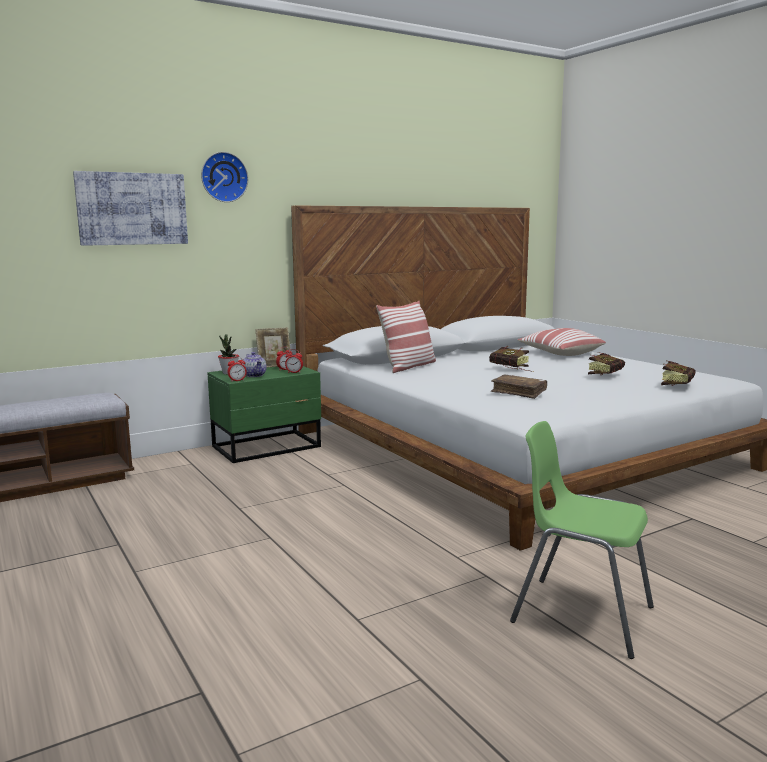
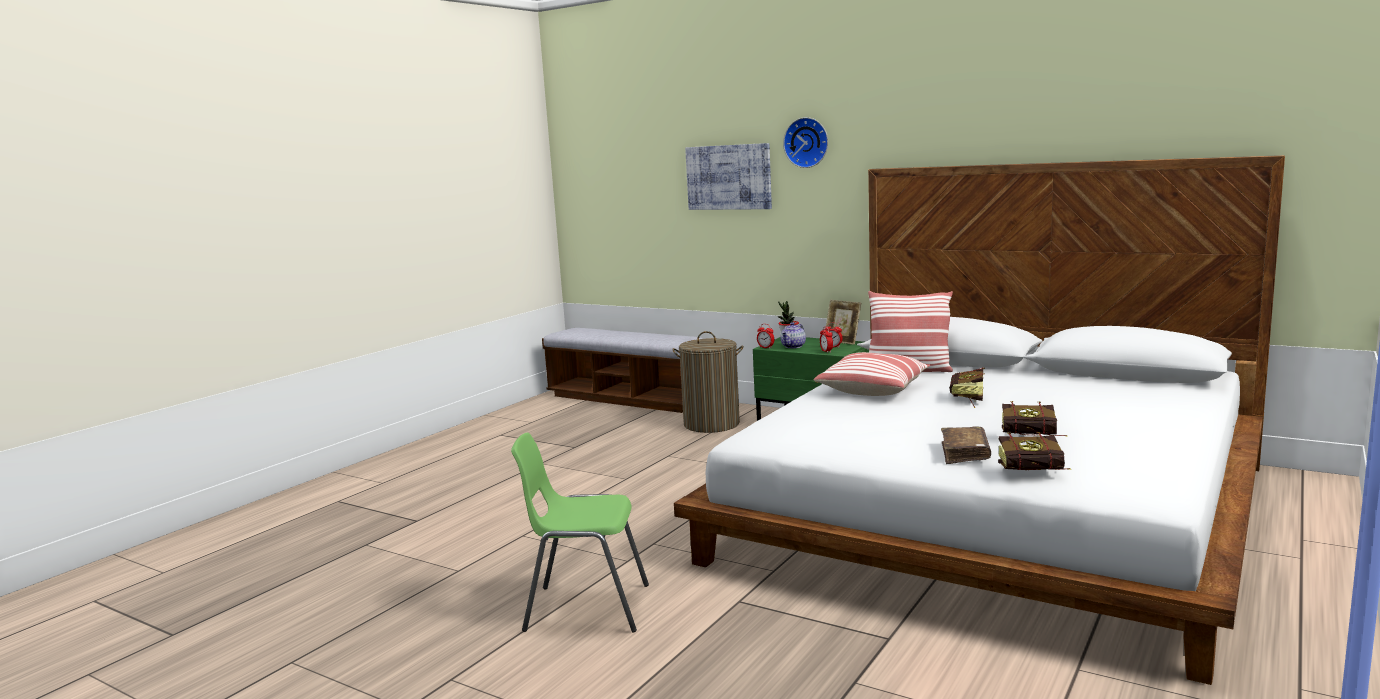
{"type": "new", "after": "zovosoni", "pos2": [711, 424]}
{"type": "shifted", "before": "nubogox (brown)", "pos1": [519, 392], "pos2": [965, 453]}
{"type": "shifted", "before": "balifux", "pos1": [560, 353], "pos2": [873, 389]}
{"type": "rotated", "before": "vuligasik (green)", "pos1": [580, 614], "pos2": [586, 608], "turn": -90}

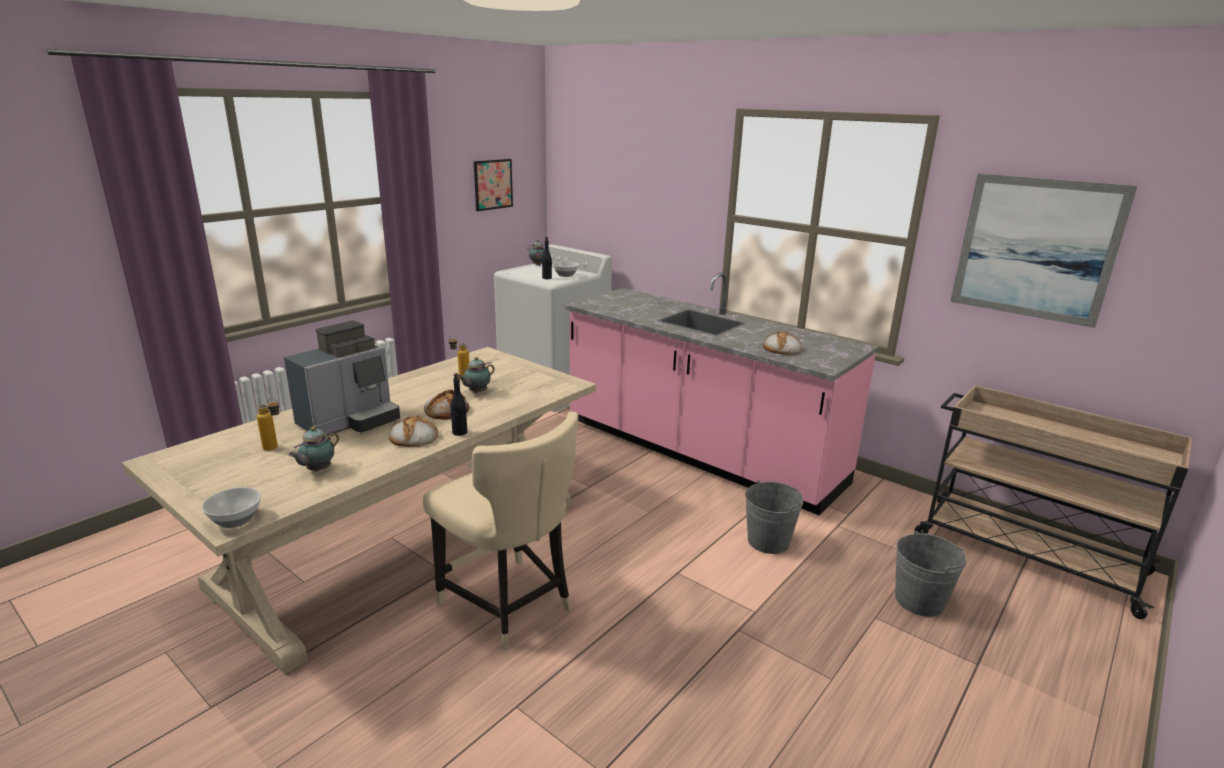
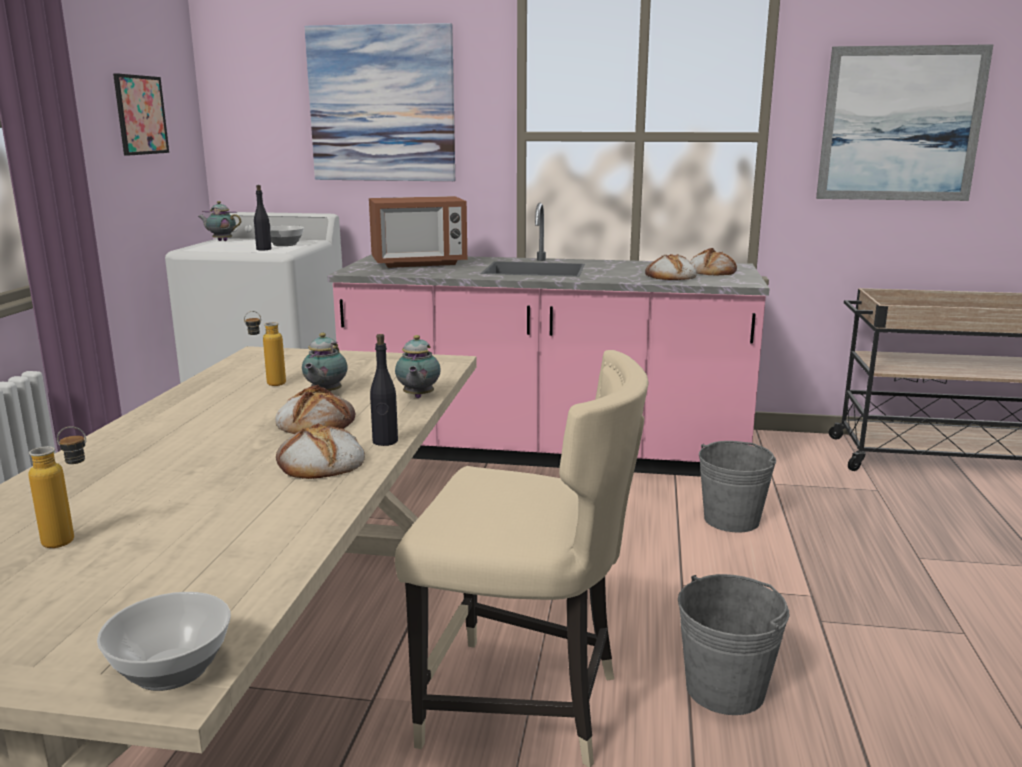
{"type": "gone", "before": "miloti", "pos1": [350, 421]}
{"type": "new", "after": "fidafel", "pos2": [382, 104]}
{"type": "new", "after": "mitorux", "pos2": [418, 263]}
{"type": "new", "after": "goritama", "pos2": [711, 271]}
{"type": "shifted", "before": "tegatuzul", "pos1": [317, 470], "pos2": [417, 397]}
{"type": "shifted", "before": "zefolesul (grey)", "pos1": [919, 601], "pos2": [725, 689]}

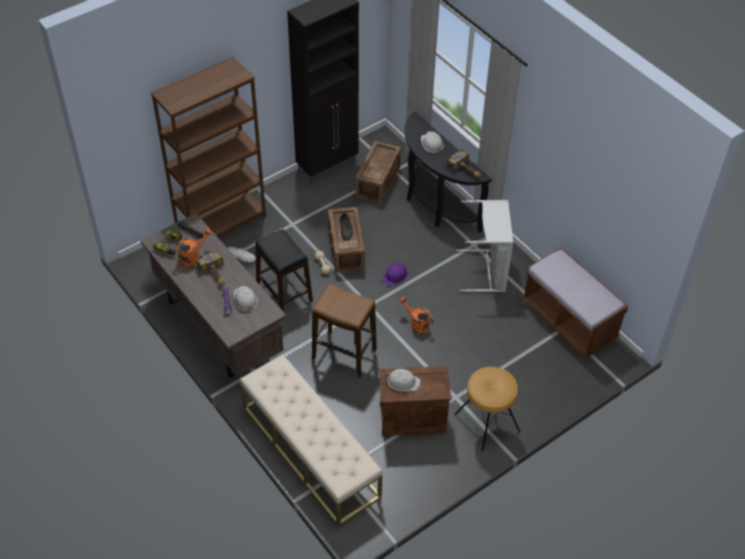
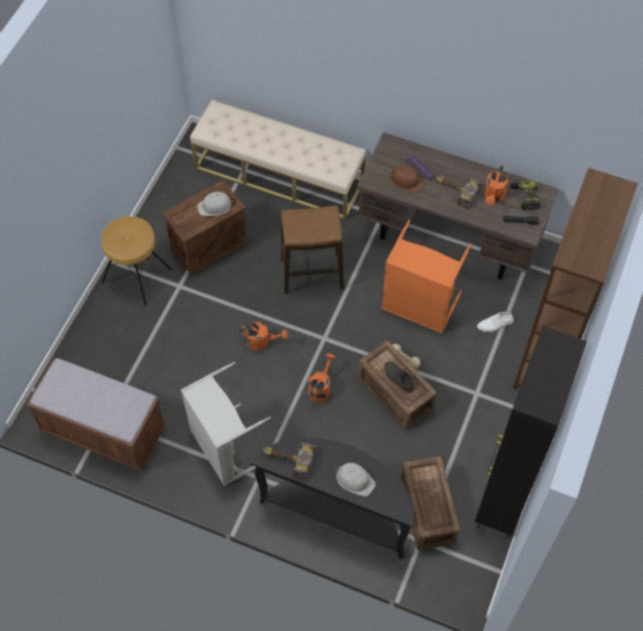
{"type": "swapped", "before": "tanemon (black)", "after": "zovosoni (orange)", "pos1": [284, 292], "pos2": [418, 307]}
{"type": "swapped", "before": "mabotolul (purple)", "after": "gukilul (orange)", "pos1": [395, 276], "pos2": [320, 387]}
{"type": "repainted", "before": "mabotolul (white)", "after": "mabotolul (brown)", "pos1": [245, 300], "pos2": [406, 180]}

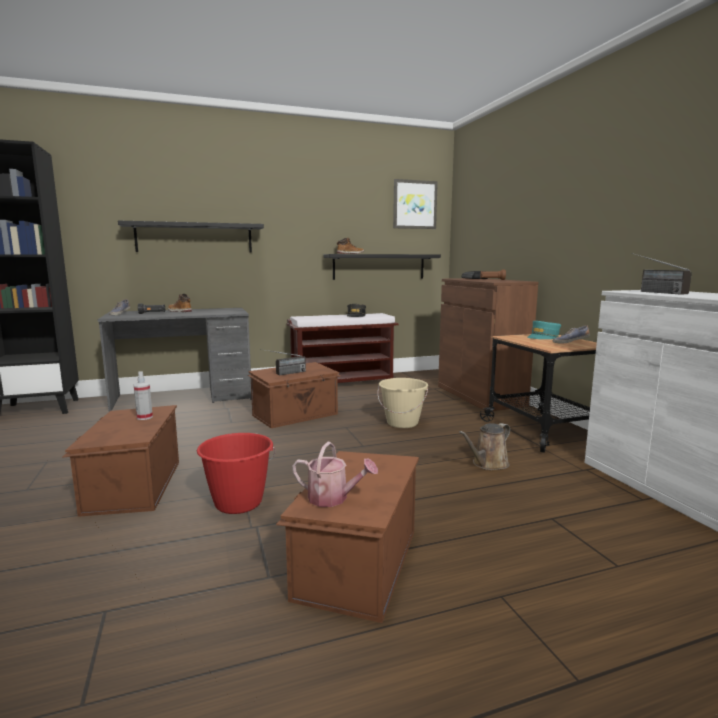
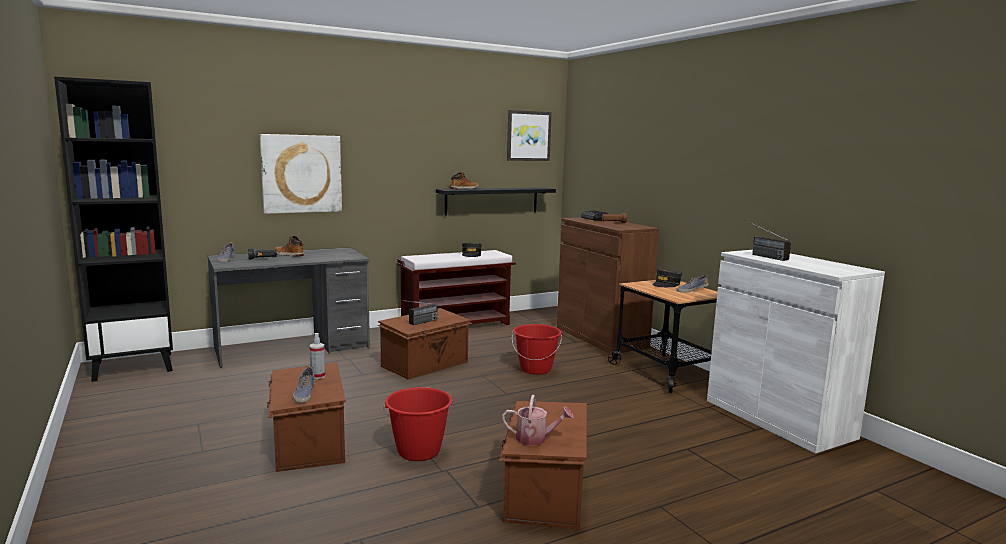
{"type": "gone", "before": "gukilul (brown)", "pos1": [488, 464]}
{"type": "new", "after": "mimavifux", "pos2": [304, 393]}
{"type": "swapped", "before": "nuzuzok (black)", "after": "fidafel", "pos1": [194, 238], "pos2": [301, 173]}
{"type": "repainted", "before": "zefolesul (beige)", "after": "zefolesul (red)", "pos1": [402, 423], "pos2": [535, 369]}
{"type": "repainted", "before": "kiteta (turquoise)", "after": "kiteta (grey)", "pos1": [543, 337], "pos2": [666, 284]}

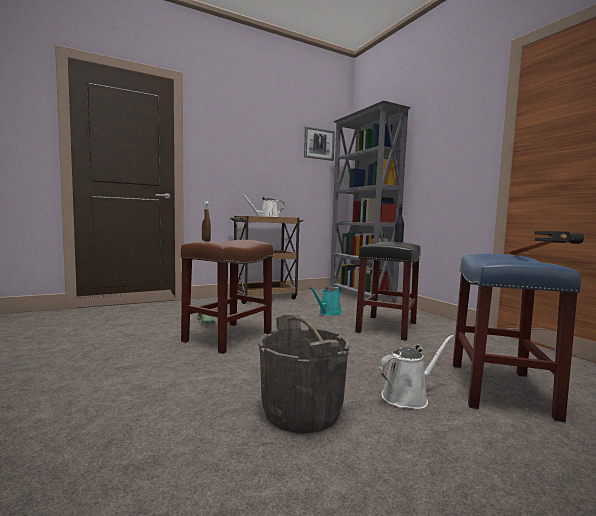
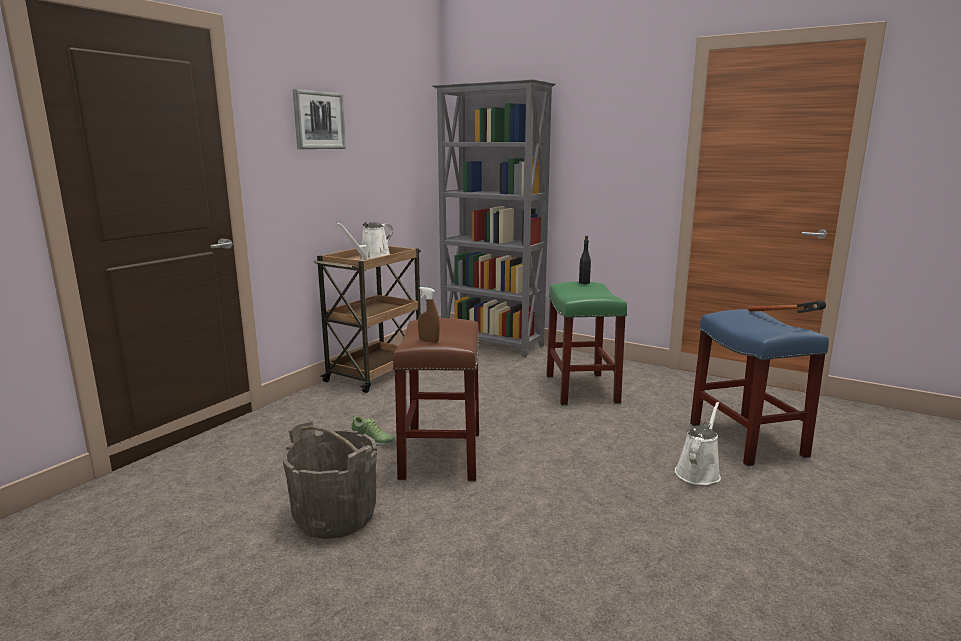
{"type": "gone", "before": "gukilul (turquoise)", "pos1": [328, 313]}
{"type": "shifted", "before": "zefolesul (grey)", "pos1": [302, 411], "pos2": [335, 516]}
{"type": "shifted", "before": "fidafel", "pos1": [318, 144], "pos2": [319, 120]}
{"type": "repainted", "before": "tanemon (black)", "after": "tanemon (green)", "pos1": [387, 327], "pos2": [582, 389]}

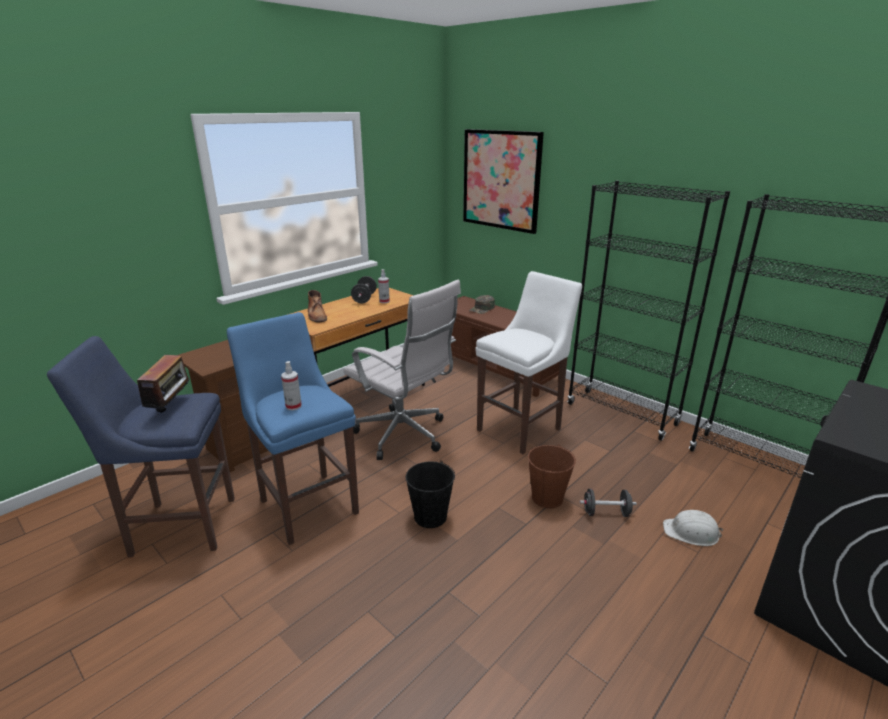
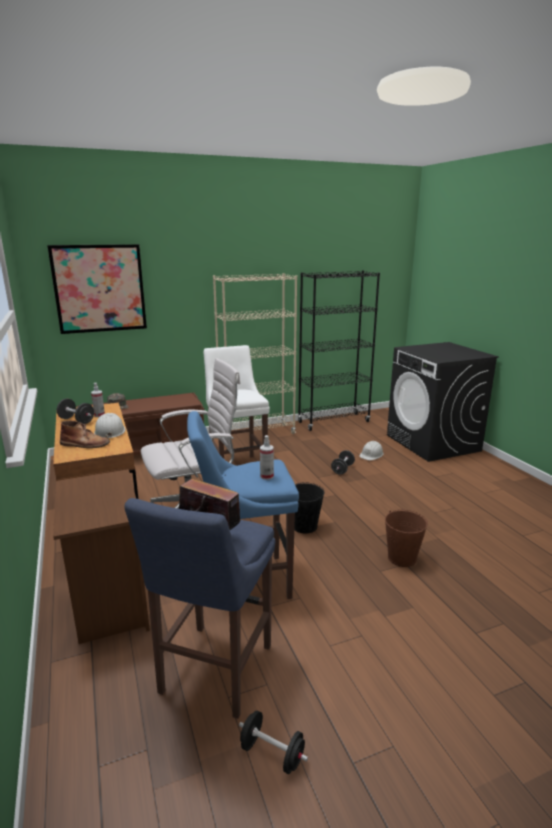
{"type": "new", "after": "mabotolul (white)", "pos2": [109, 431]}
{"type": "new", "after": "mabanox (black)", "pos2": [272, 753]}
{"type": "shifted", "before": "zefolesul (brown)", "pos1": [547, 497], "pos2": [402, 558]}
{"type": "repainted", "before": "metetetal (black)", "after": "metetetal (beige)", "pos1": [622, 414], "pos2": [257, 434]}

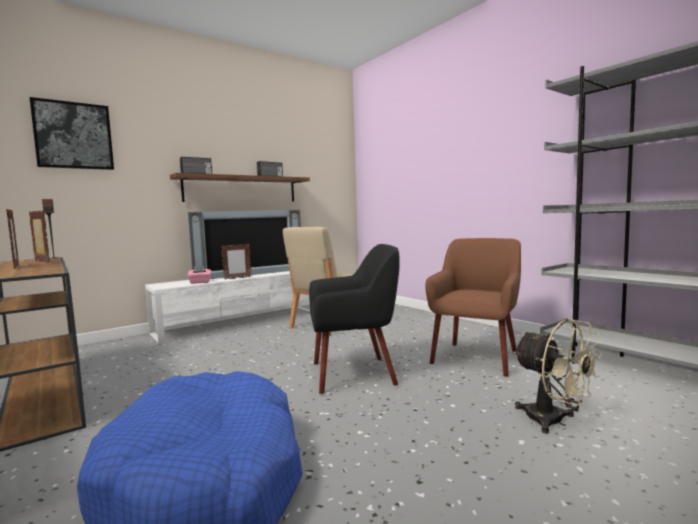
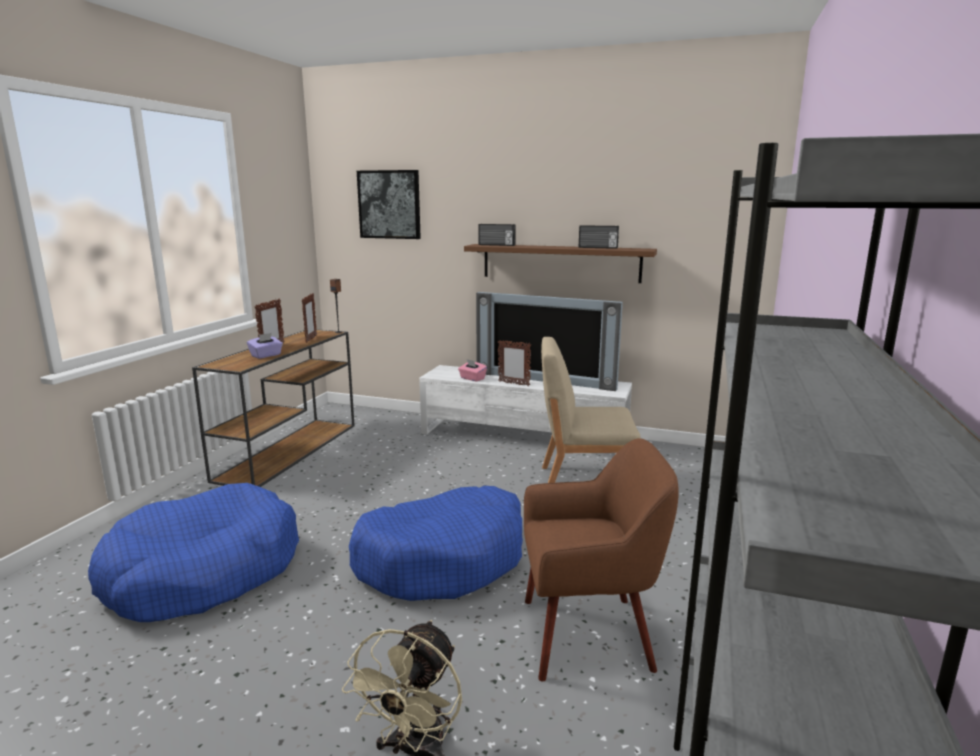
{"type": "new", "after": "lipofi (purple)", "pos2": [266, 355]}
{"type": "swapped", "before": "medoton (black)", "after": "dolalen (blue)", "pos1": [354, 373], "pos2": [443, 559]}

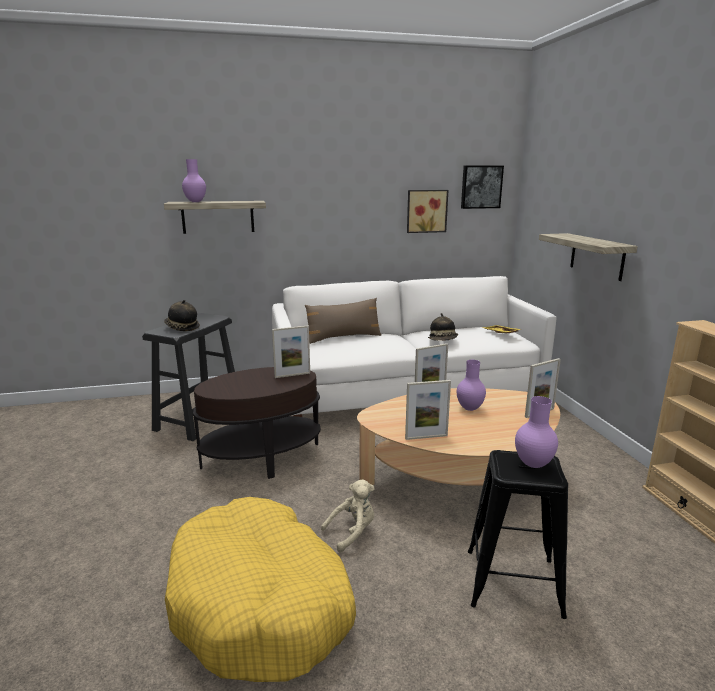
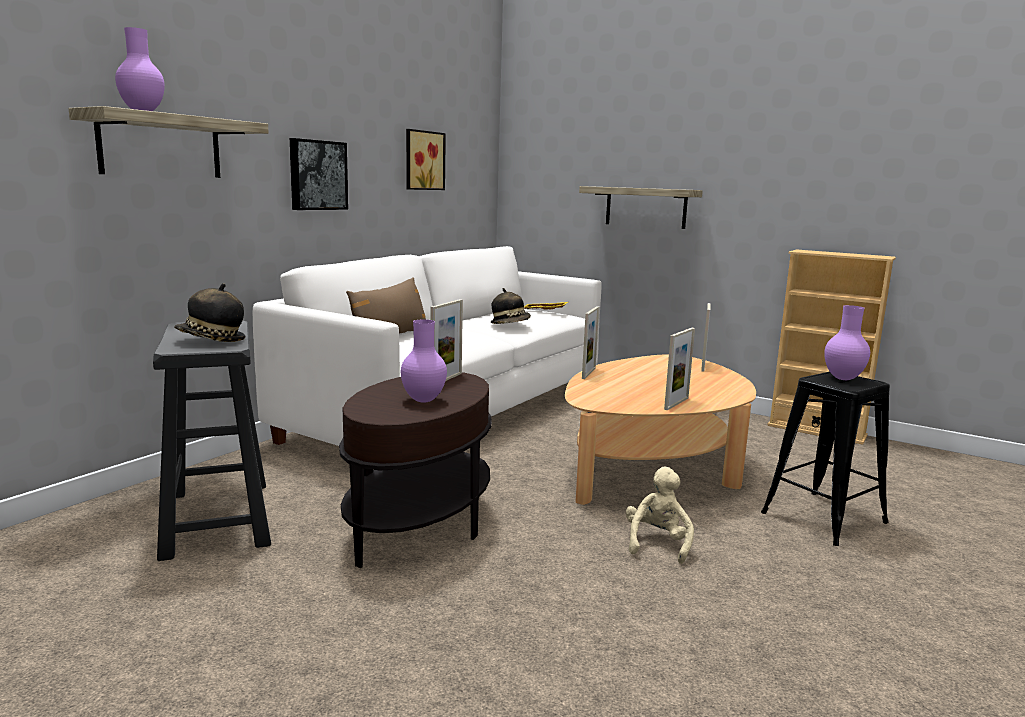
{"type": "gone", "before": "dolalen (yellow)", "pos1": [261, 603]}
{"type": "shifted", "before": "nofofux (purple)", "pos1": [470, 409], "pos2": [424, 400]}
{"type": "shifted", "before": "fidafel", "pos1": [481, 187], "pos2": [317, 175]}

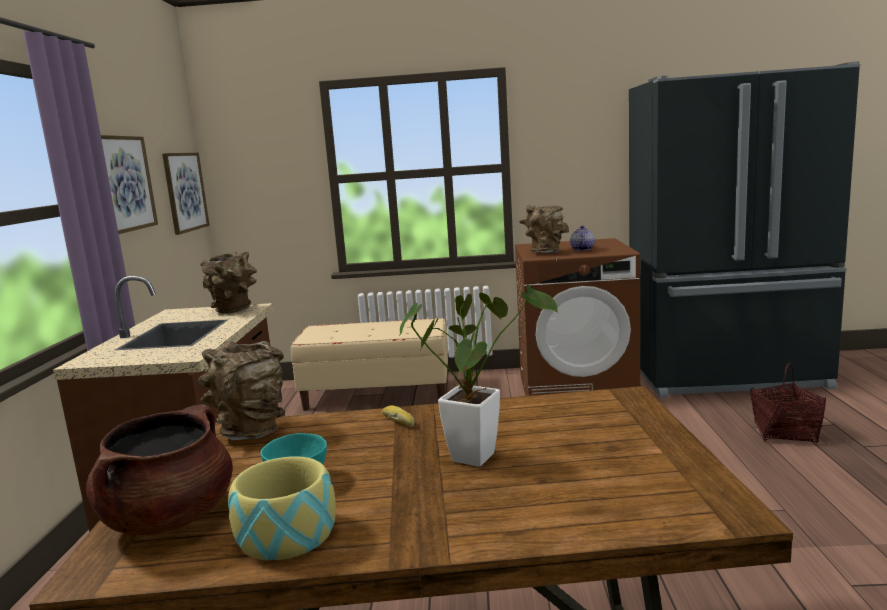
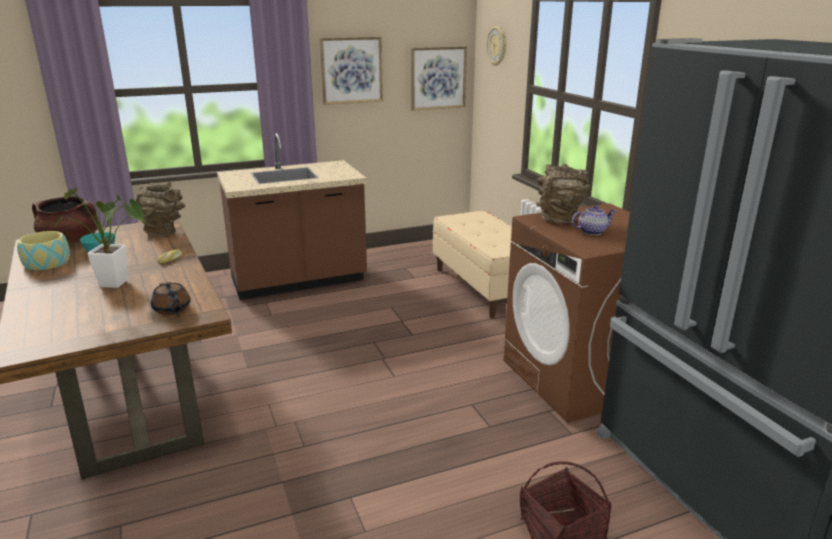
{"type": "gone", "before": "nofofux (brown)", "pos1": [234, 311]}
{"type": "new", "after": "tegatuzul (brown)", "pos2": [172, 309]}
{"type": "new", "after": "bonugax", "pos2": [497, 46]}

